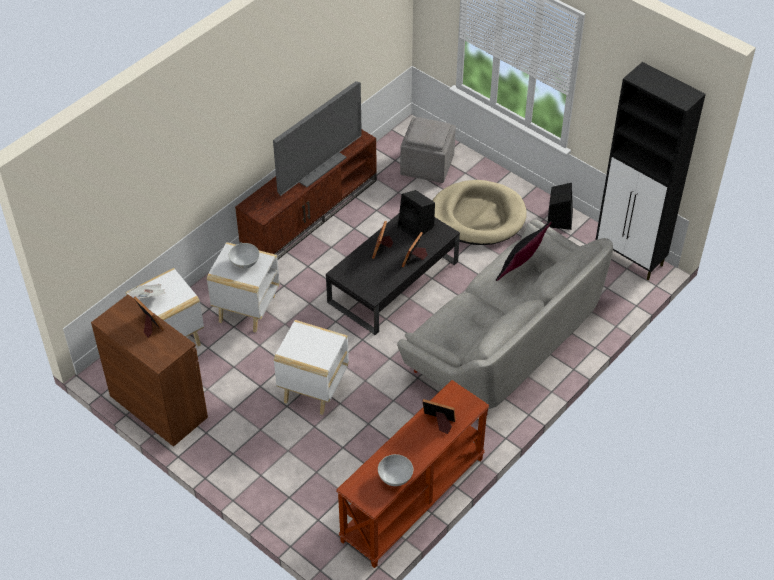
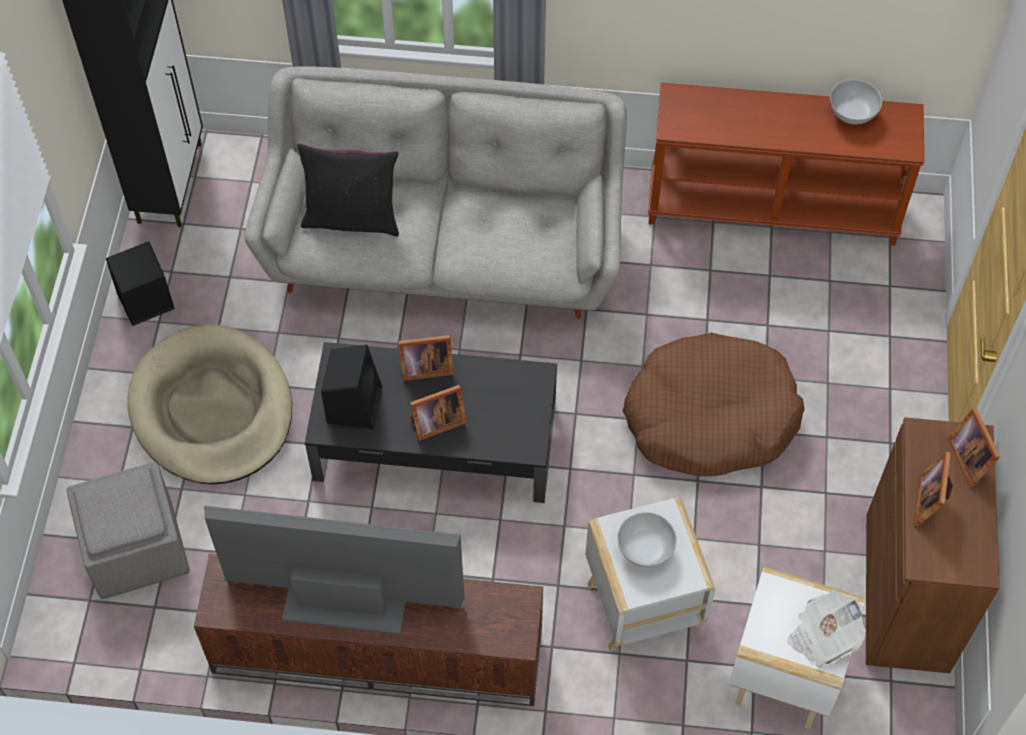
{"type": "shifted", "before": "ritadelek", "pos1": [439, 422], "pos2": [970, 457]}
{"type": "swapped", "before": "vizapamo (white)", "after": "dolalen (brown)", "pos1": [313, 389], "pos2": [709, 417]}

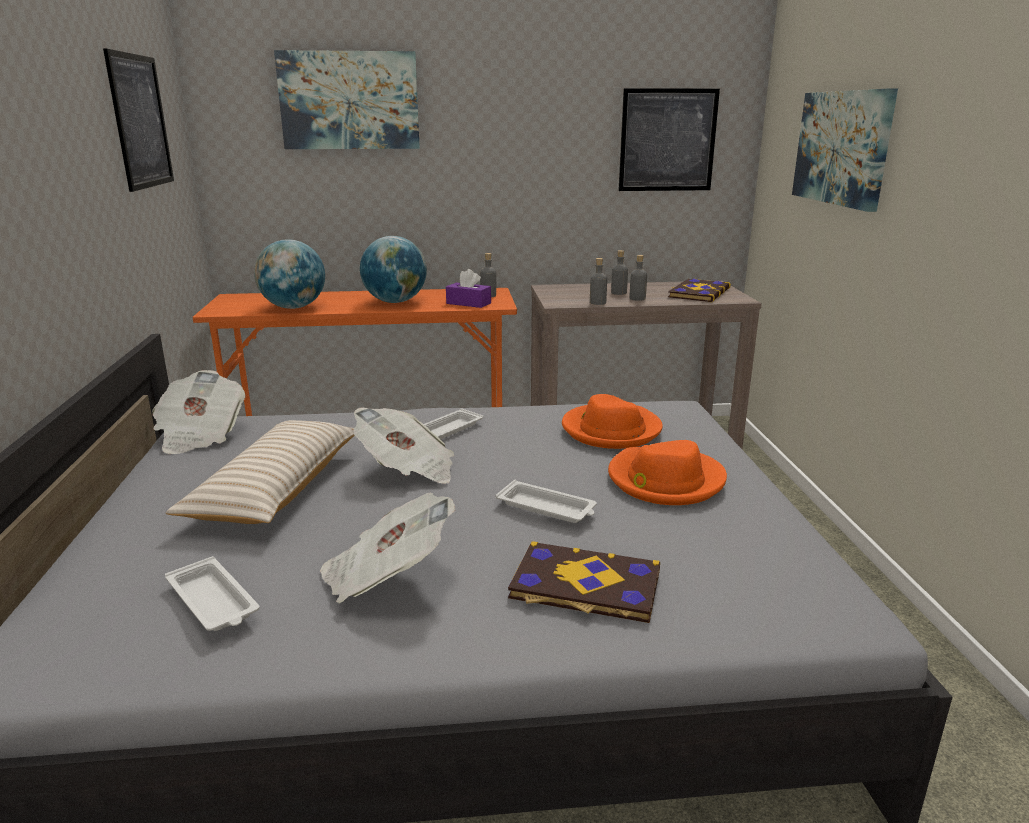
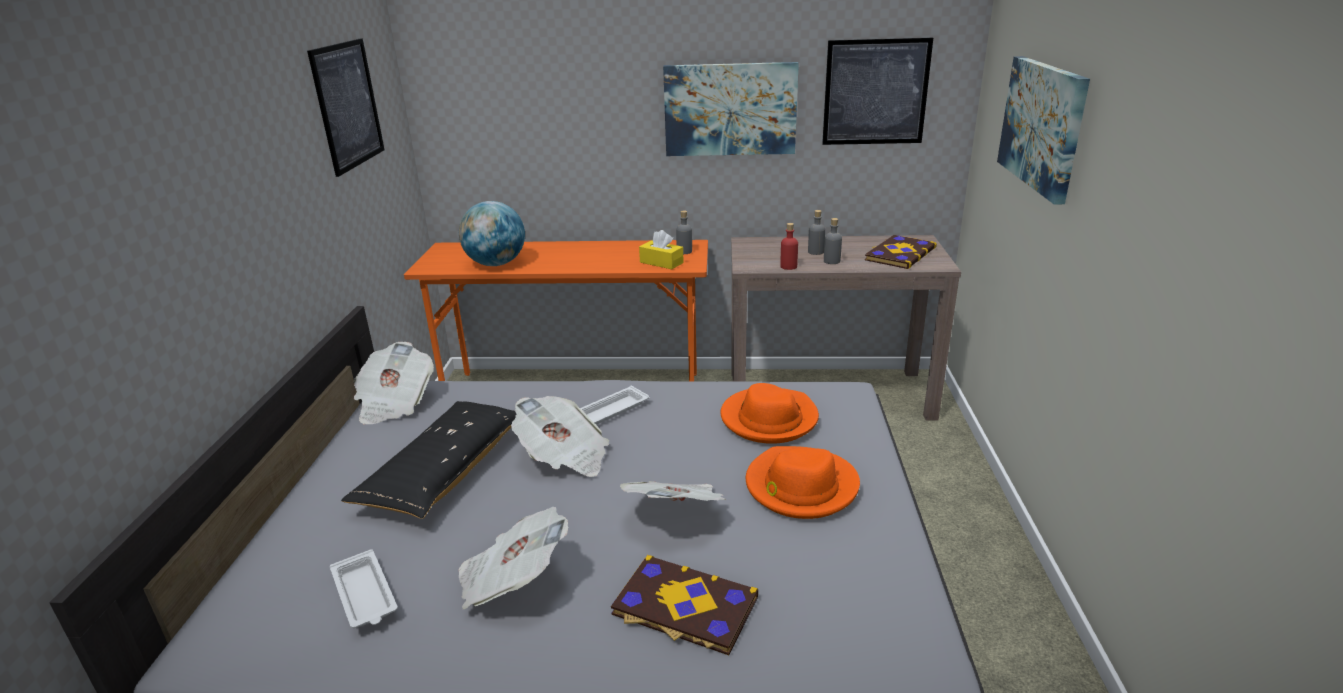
{"type": "gone", "before": "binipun", "pos1": [395, 302]}
{"type": "shifted", "before": "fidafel", "pos1": [349, 101], "pos2": [730, 109]}
{"type": "swapped", "before": "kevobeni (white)", "after": "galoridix", "pos1": [547, 508], "pos2": [677, 513]}
{"type": "repainted", "before": "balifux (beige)", "after": "balifux (black)", "pos1": [277, 489], "pos2": [445, 471]}
{"type": "repainted", "before": "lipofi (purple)", "after": "lipofi (yellow)", "pos1": [468, 303], "pos2": [661, 262]}
{"type": "repainted", "before": "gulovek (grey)", "after": "gulovek (red)", "pos1": [597, 303], "pos2": [788, 266]}

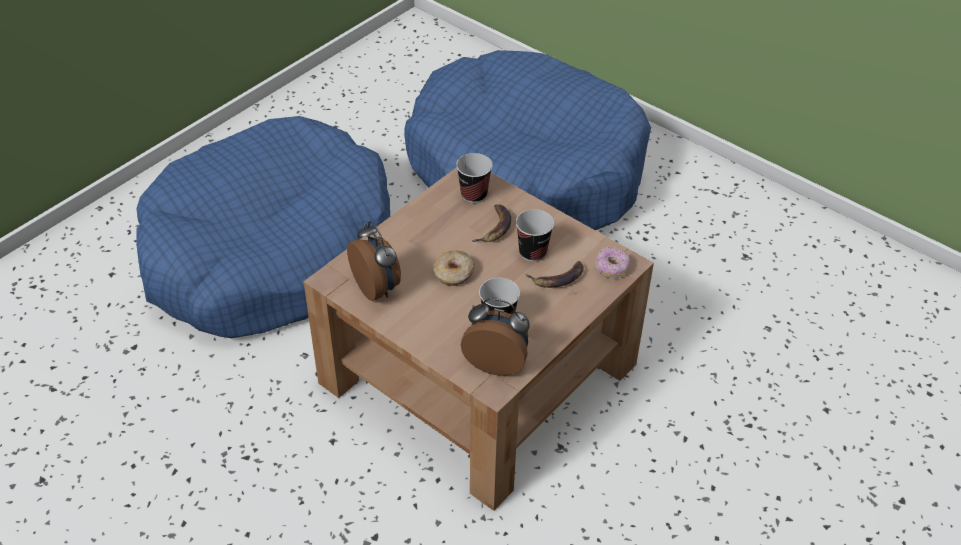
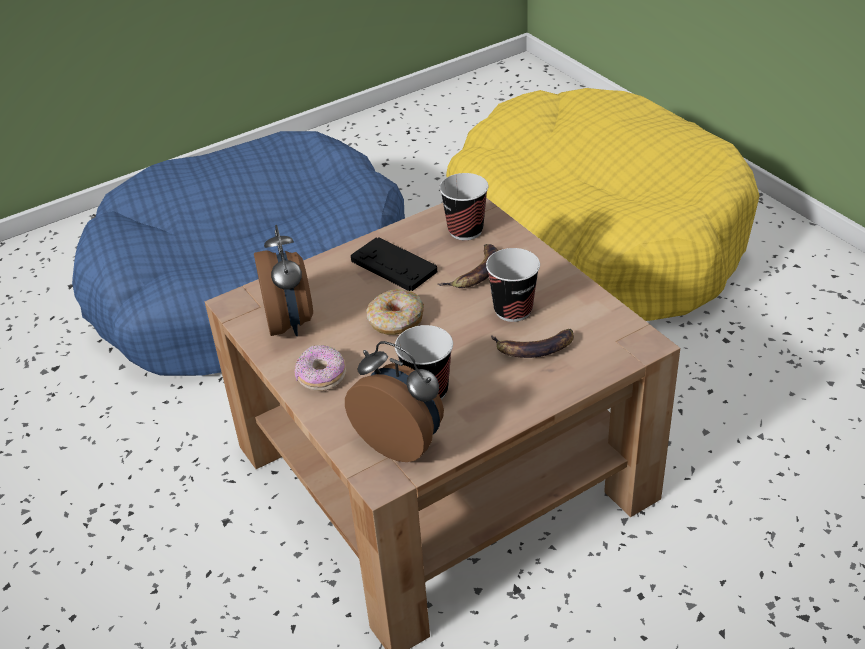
{"type": "new", "after": "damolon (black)", "pos2": [393, 266]}
{"type": "shifted", "before": "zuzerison", "pos1": [611, 269], "pos2": [321, 377]}
{"type": "repainted", "before": "dolalen (blue)", "after": "dolalen (yellow)", "pos1": [526, 168], "pos2": [595, 235]}

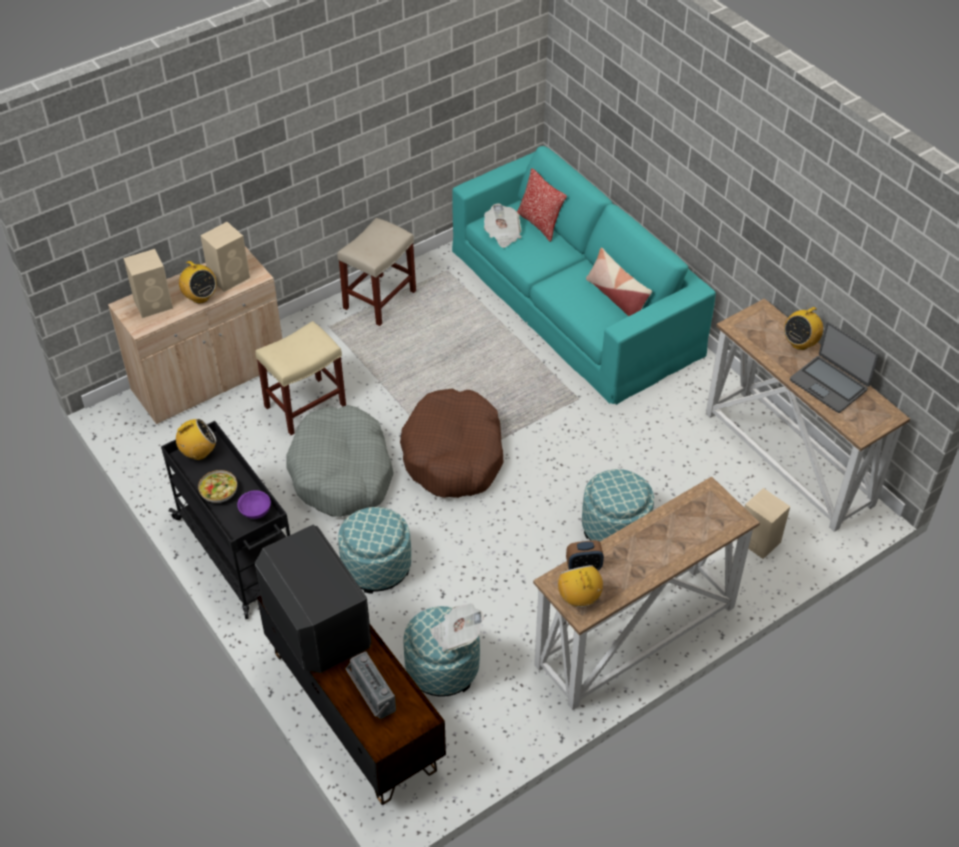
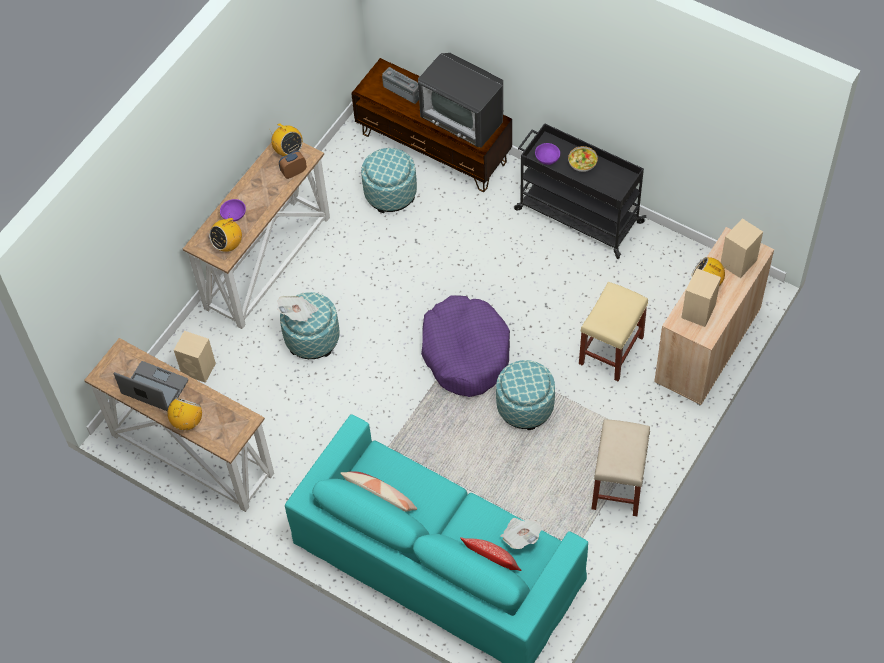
{"type": "gone", "before": "dolalen (grey)", "pos1": [342, 473]}
{"type": "new", "after": "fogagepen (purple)", "pos2": [234, 216]}
{"type": "shifted", "before": "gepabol", "pos1": [198, 453], "pos2": [228, 245]}
{"type": "shifted", "before": "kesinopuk", "pos1": [376, 566], "pos2": [525, 406]}
{"type": "shifted", "before": "galoridix", "pos1": [456, 635], "pos2": [298, 313]}
{"type": "repainted", "before": "dolalen (brown)", "after": "dolalen (purple)", "pos1": [453, 455], "pos2": [466, 352]}

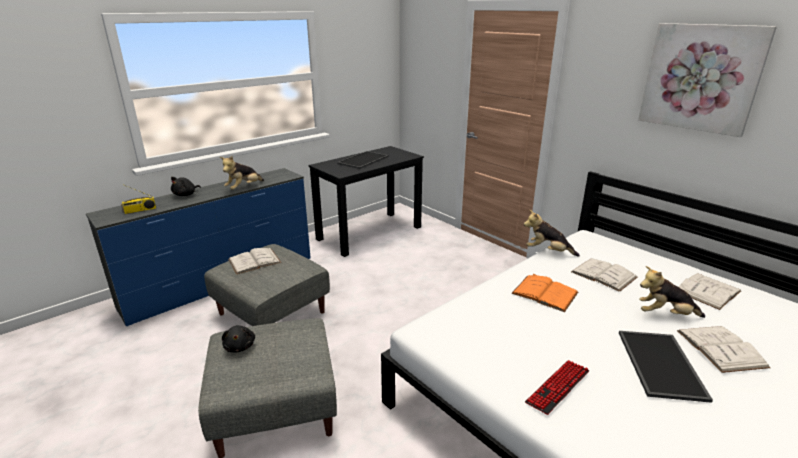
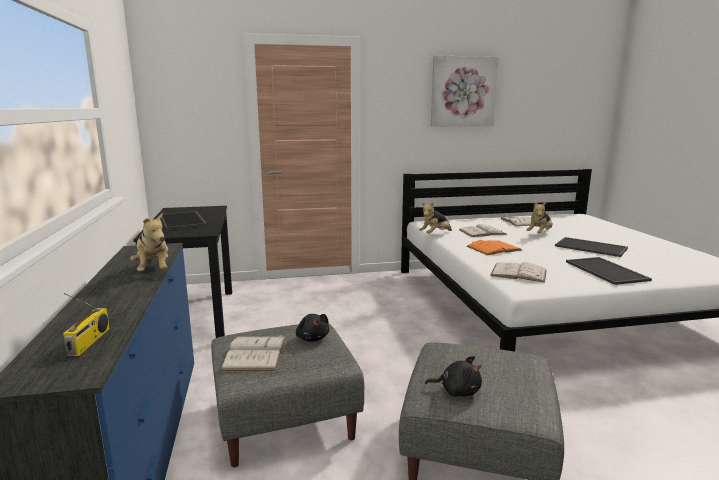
{"type": "shifted", "before": "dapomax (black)", "pos1": [186, 194], "pos2": [312, 338]}
{"type": "shifted", "before": "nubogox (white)", "pos1": [721, 348], "pos2": [518, 273]}
{"type": "swapped", "before": "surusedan", "after": "kevobeni", "pos1": [557, 387], "pos2": [607, 271]}

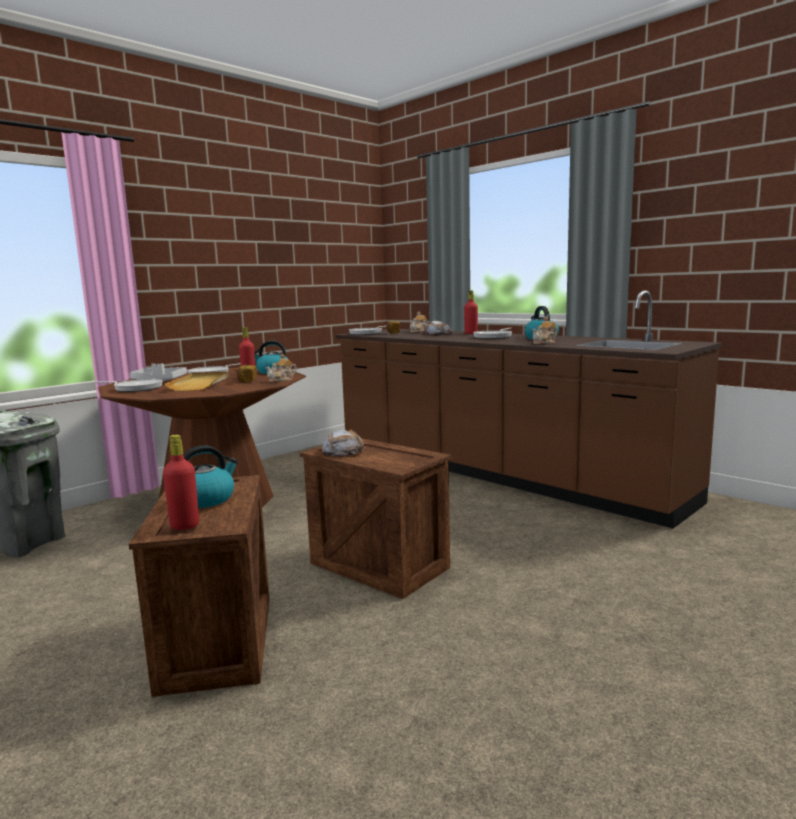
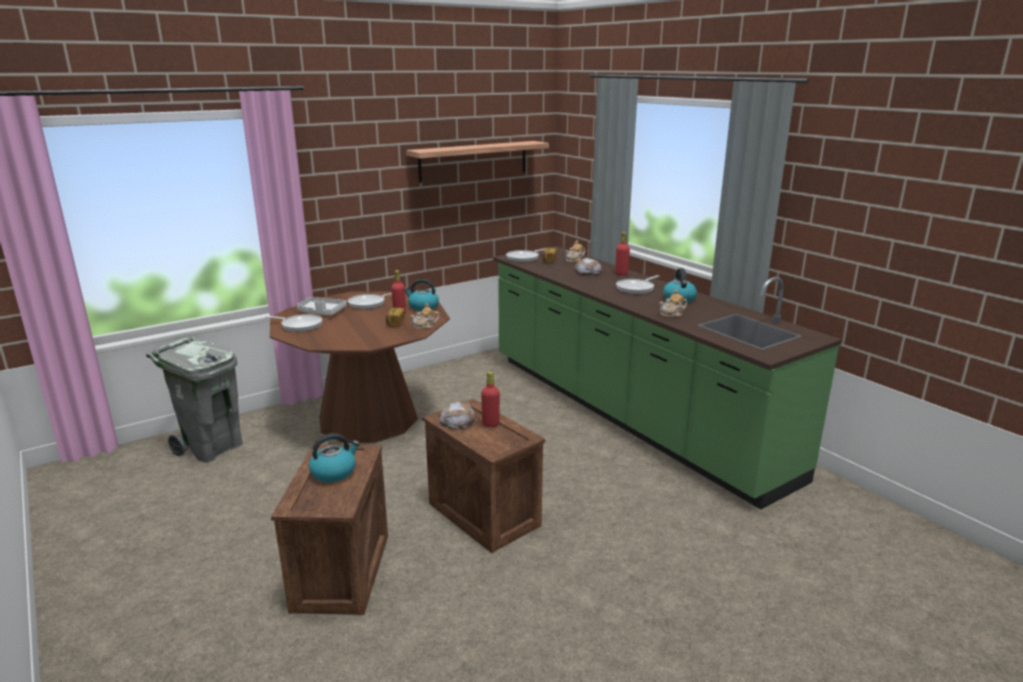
{"type": "gone", "before": "kevobeni (beige)", "pos1": [200, 384]}
{"type": "new", "after": "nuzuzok", "pos2": [473, 161]}
{"type": "shifted", "before": "gulovek (red)", "pos1": [184, 525], "pos2": [490, 424]}
{"type": "repainted", "before": "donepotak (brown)", "after": "donepotak (green)", "pos1": [495, 472], "pos2": [628, 413]}

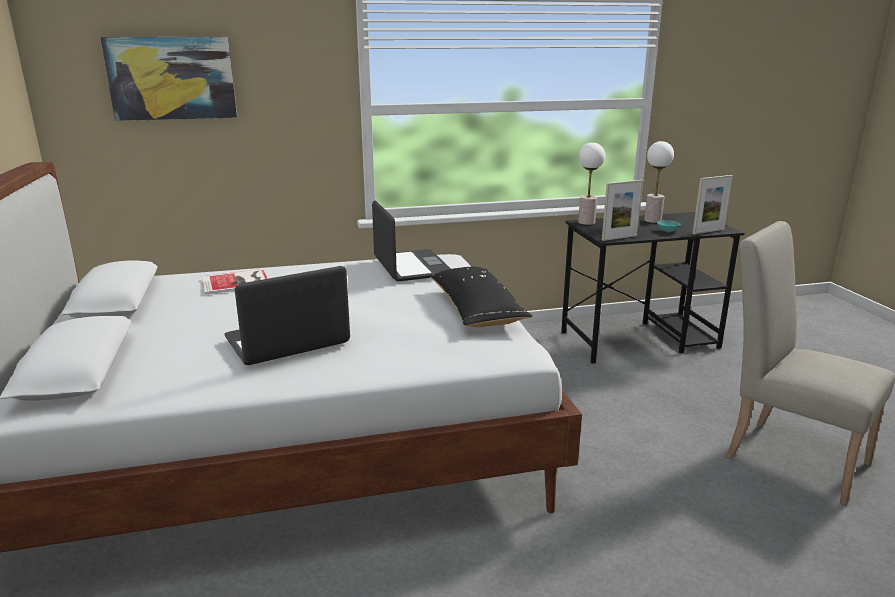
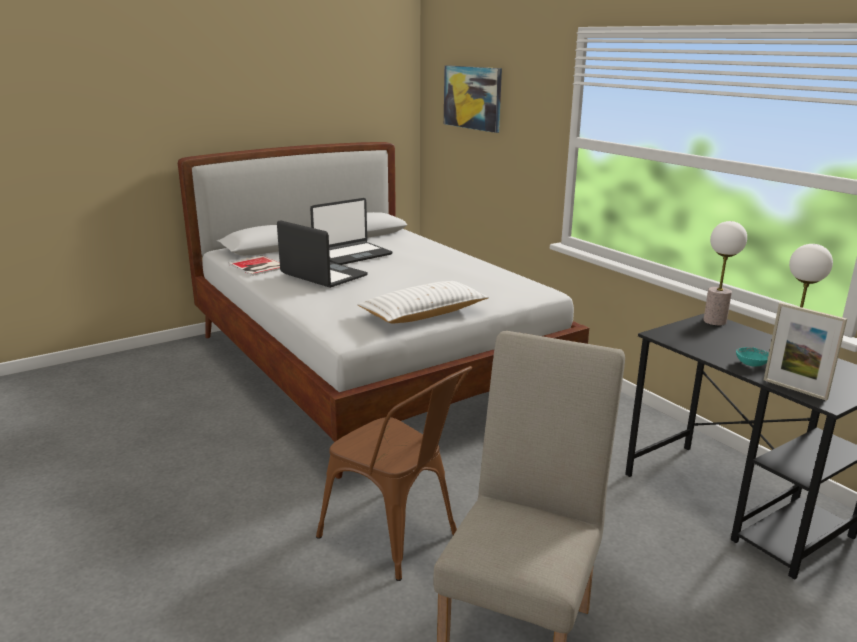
{"type": "gone", "before": "ritadelek", "pos1": [619, 238]}
{"type": "new", "after": "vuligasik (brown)", "pos2": [398, 538]}
{"type": "shifted", "before": "nubogox", "pos1": [237, 282], "pos2": [257, 266]}
{"type": "shifted", "before": "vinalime", "pos1": [411, 267], "pos2": [352, 254]}
{"type": "repainted", "before": "balifux (black)", "after": "balifux (white)", "pos1": [476, 309], "pos2": [423, 314]}

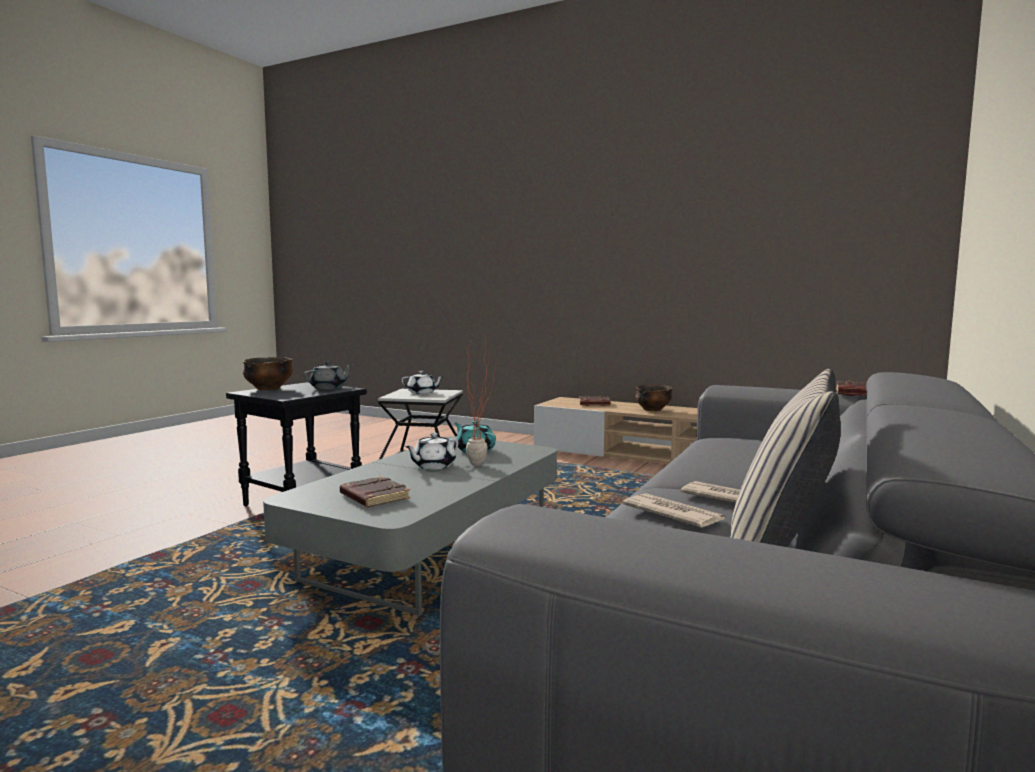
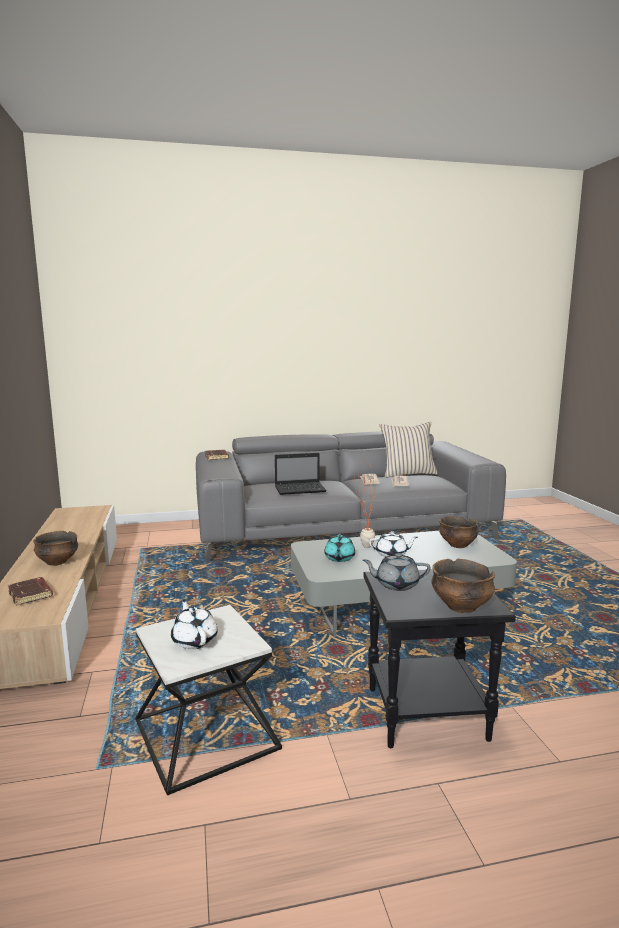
{"type": "new", "after": "vinalime", "pos2": [301, 489]}
{"type": "swapped", "before": "nubogox (brown)", "after": "fogagepen", "pos1": [373, 497], "pos2": [457, 545]}

